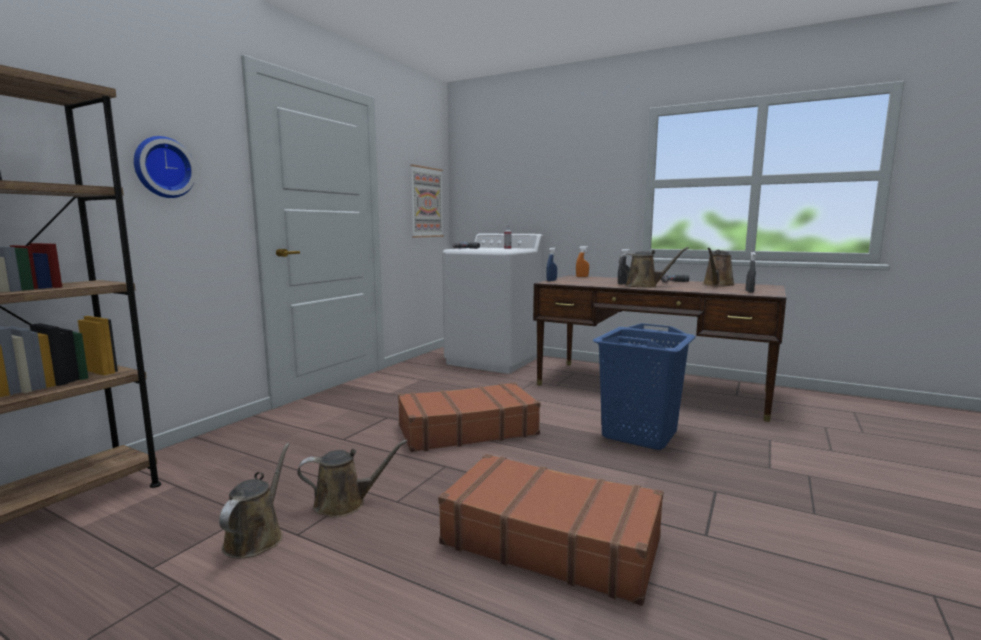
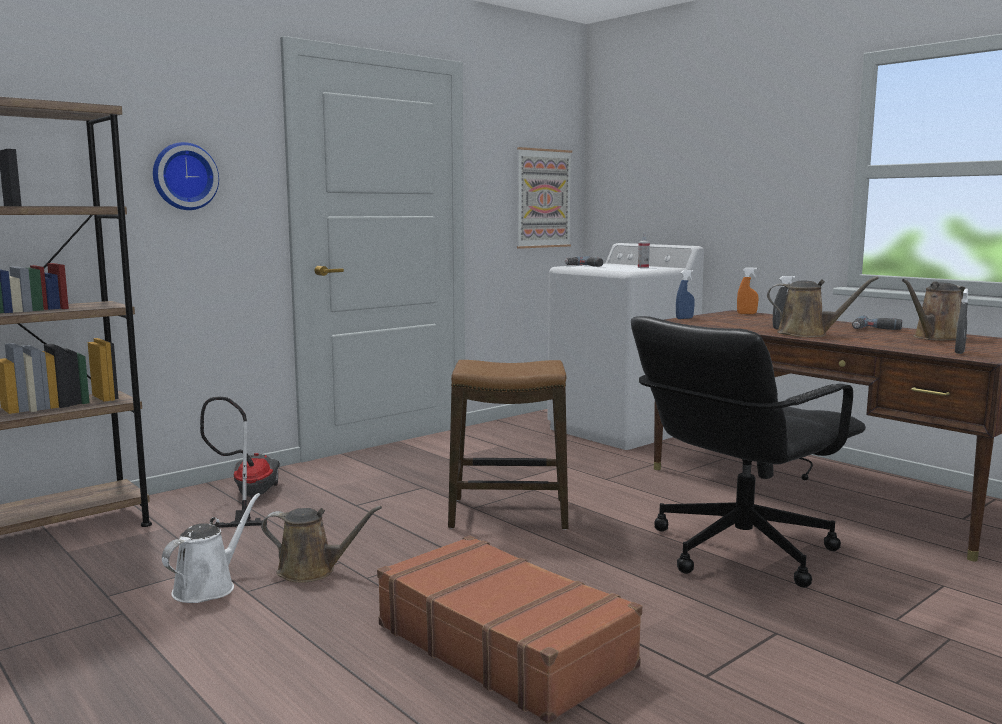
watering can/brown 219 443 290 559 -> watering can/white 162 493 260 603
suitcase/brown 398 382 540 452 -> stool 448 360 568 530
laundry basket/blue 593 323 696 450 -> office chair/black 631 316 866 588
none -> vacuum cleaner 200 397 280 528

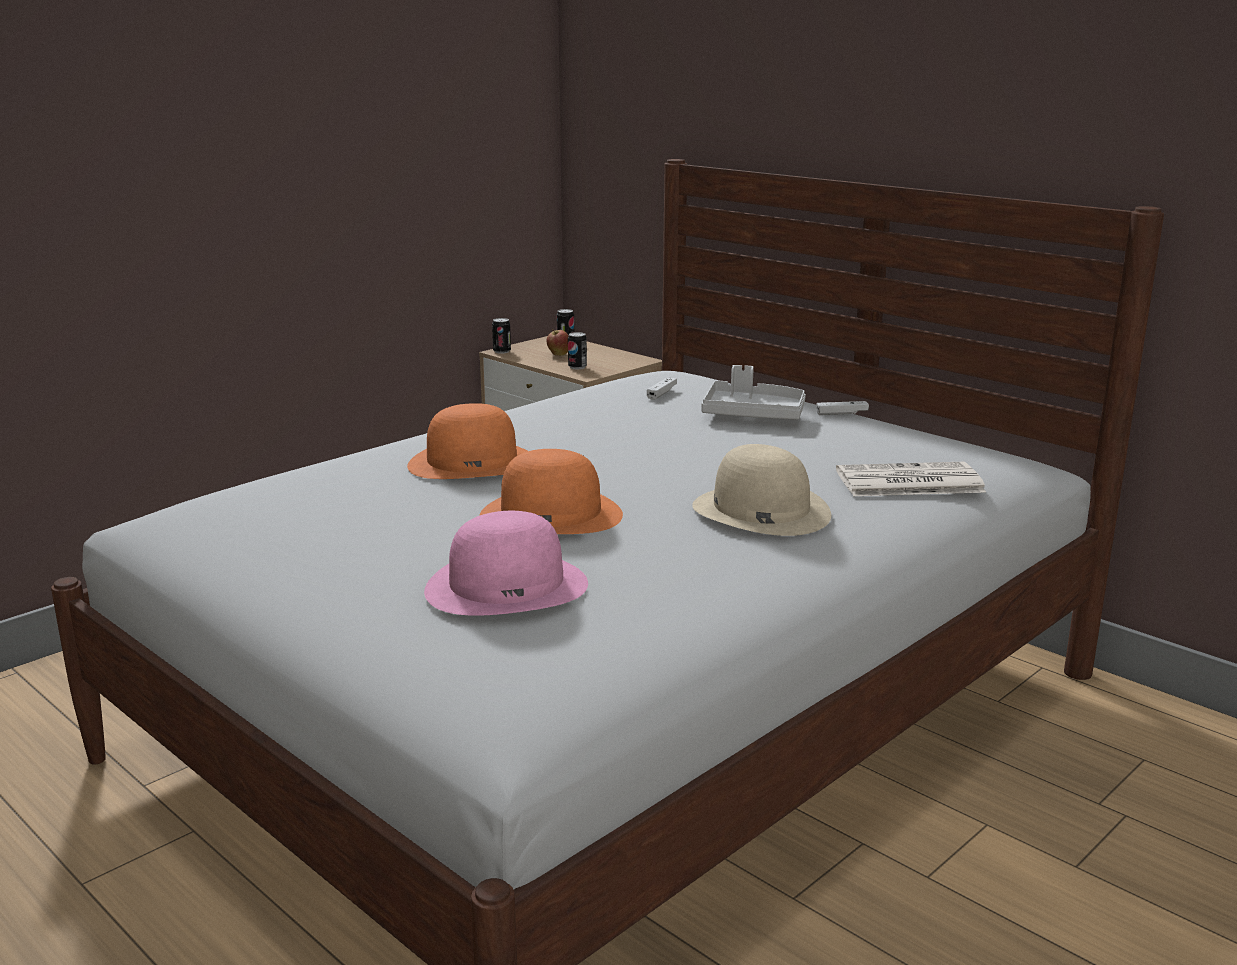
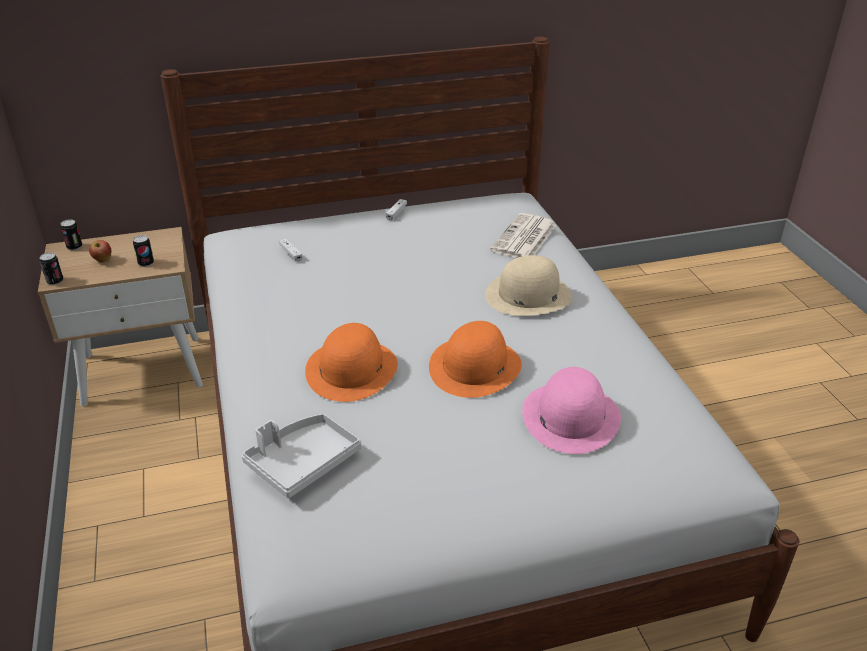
tray/grey 701 365 806 420 -> tray/grey 242 414 361 498, move

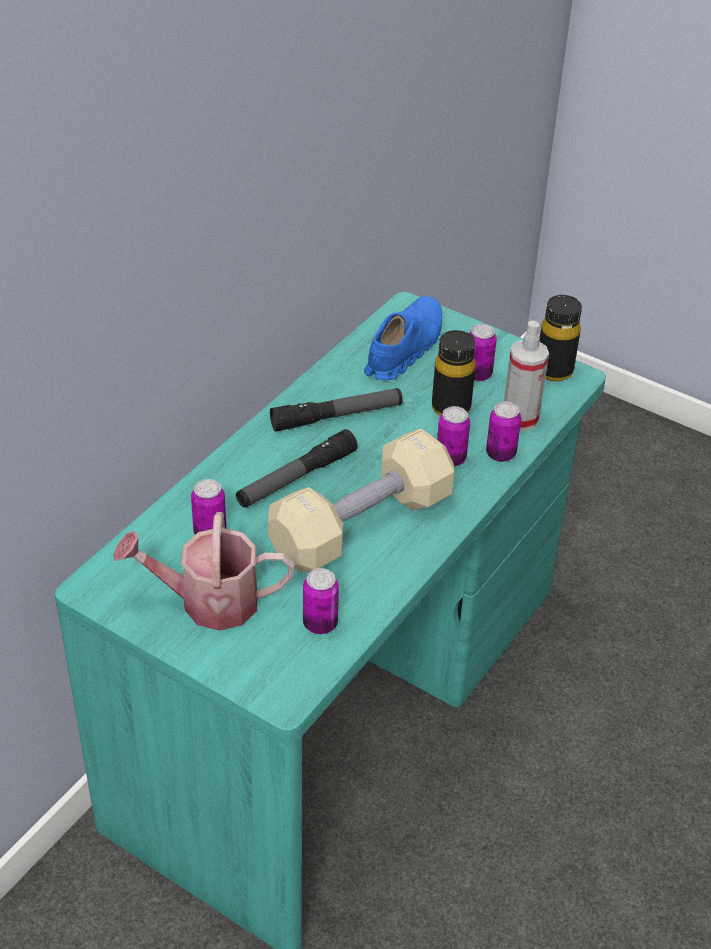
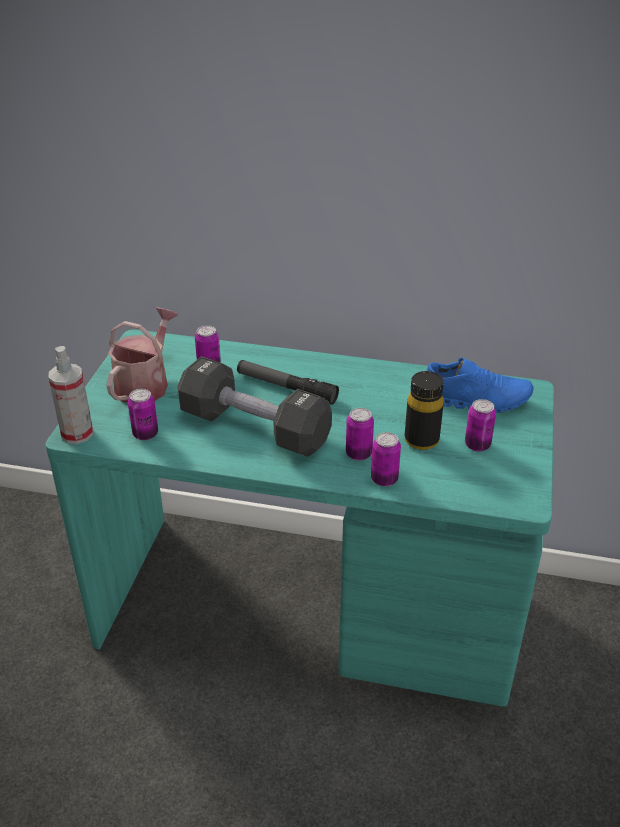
watering can 113 512 294 631 -> watering can 106 308 178 403, 45 degrees clockwise
dumbbell/beige 268 429 454 573 -> dumbbell/black 178 356 332 457
flashlight 270 388 403 432 -> none
spray bottle 504 320 549 431 -> spray bottle 48 346 93 444, move
bottle/black 539 295 582 382 -> none

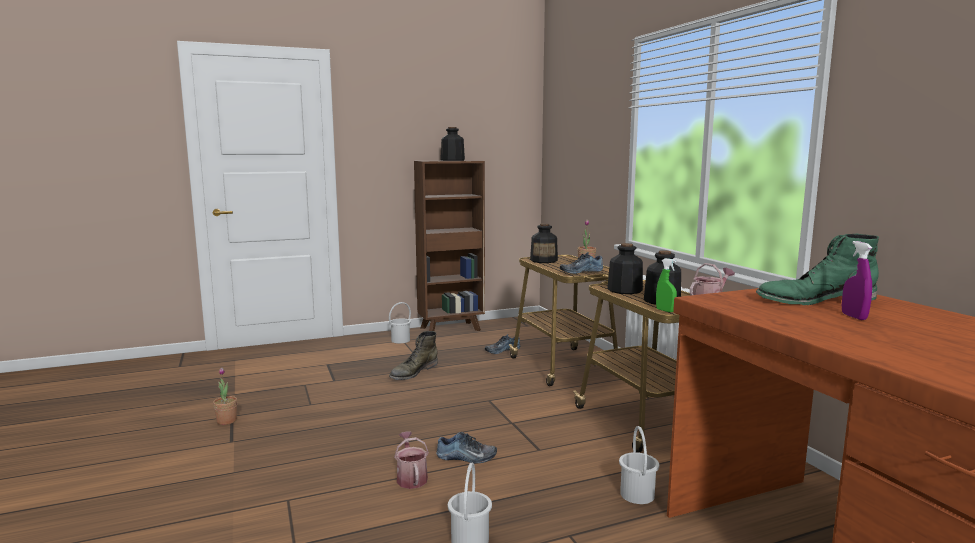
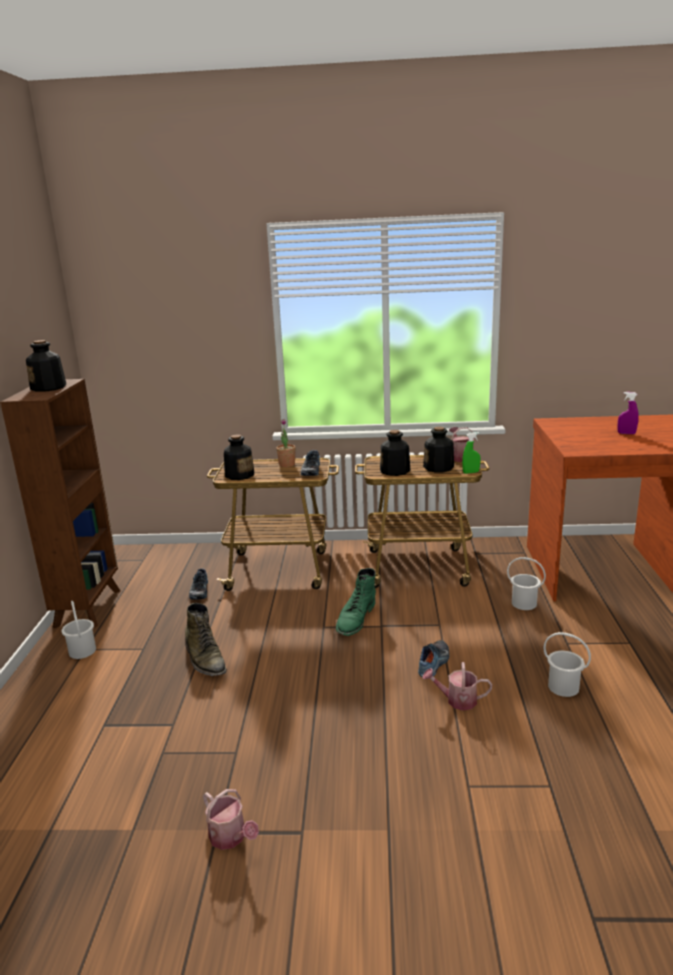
potted plant 213 368 237 425 -> watering can 203 789 259 850
boot/green 756 234 879 305 -> boot/green 336 568 376 636, move

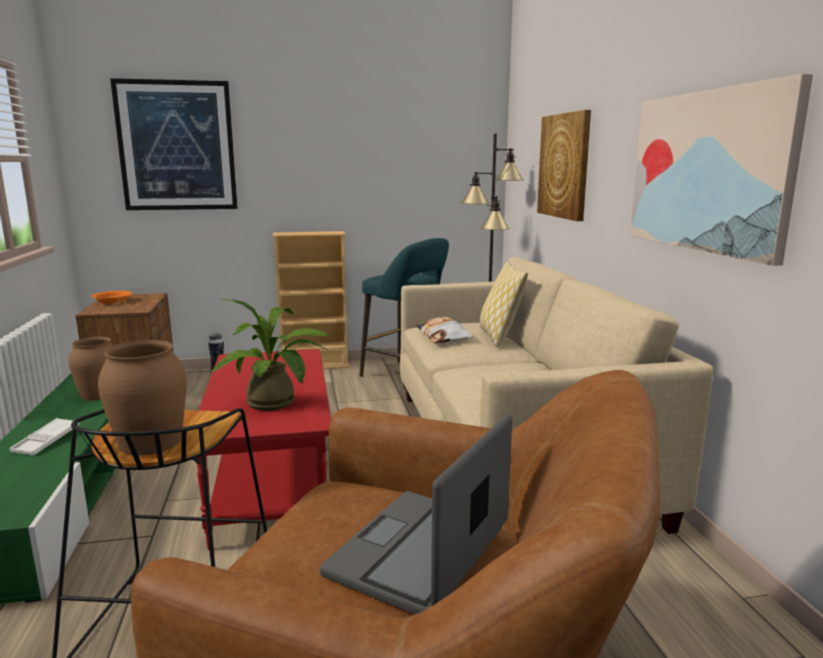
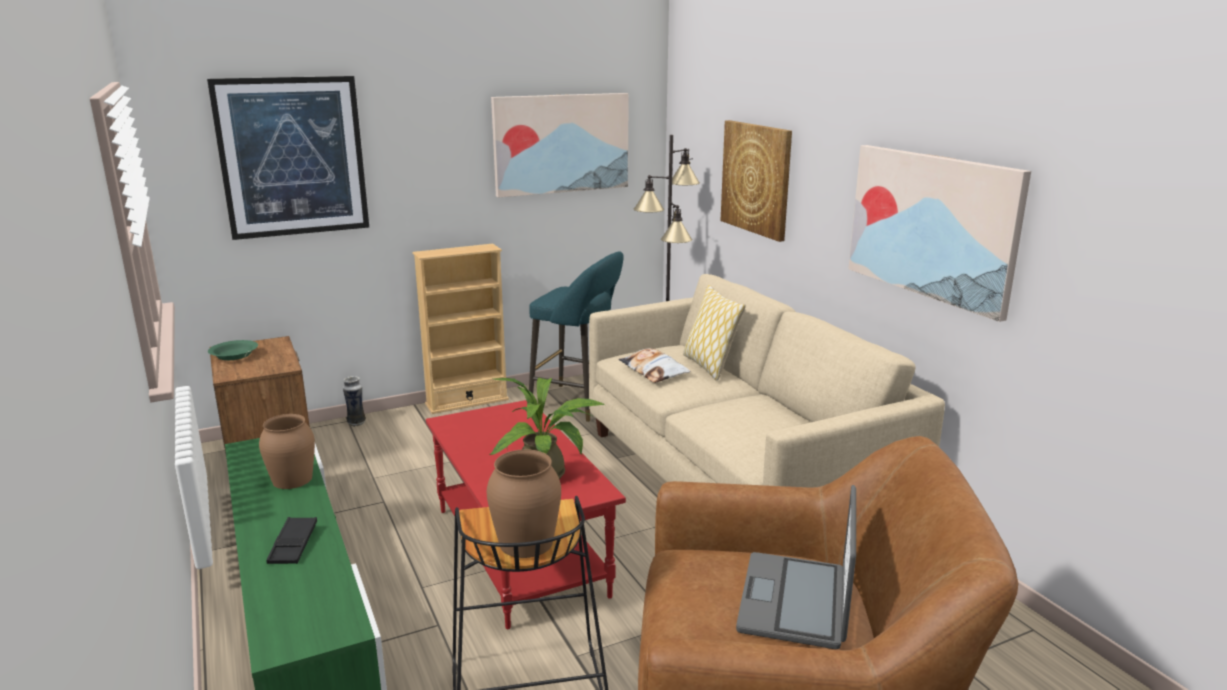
tray/white 10 418 80 456 -> tray/black 266 517 317 564
bowl/orange 91 291 132 303 -> bowl/green 208 340 258 360
none -> picture 491 93 629 198

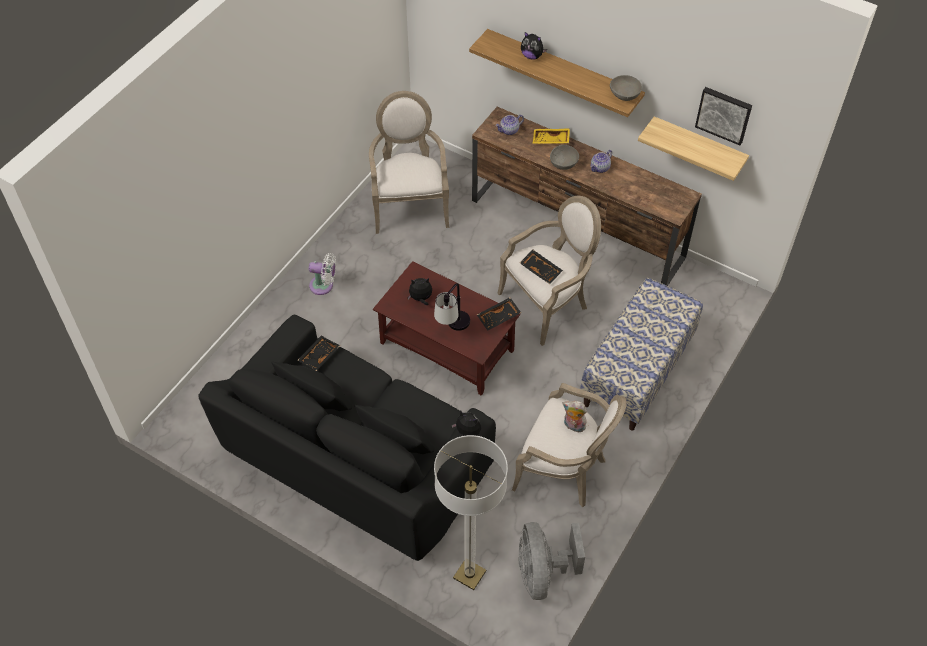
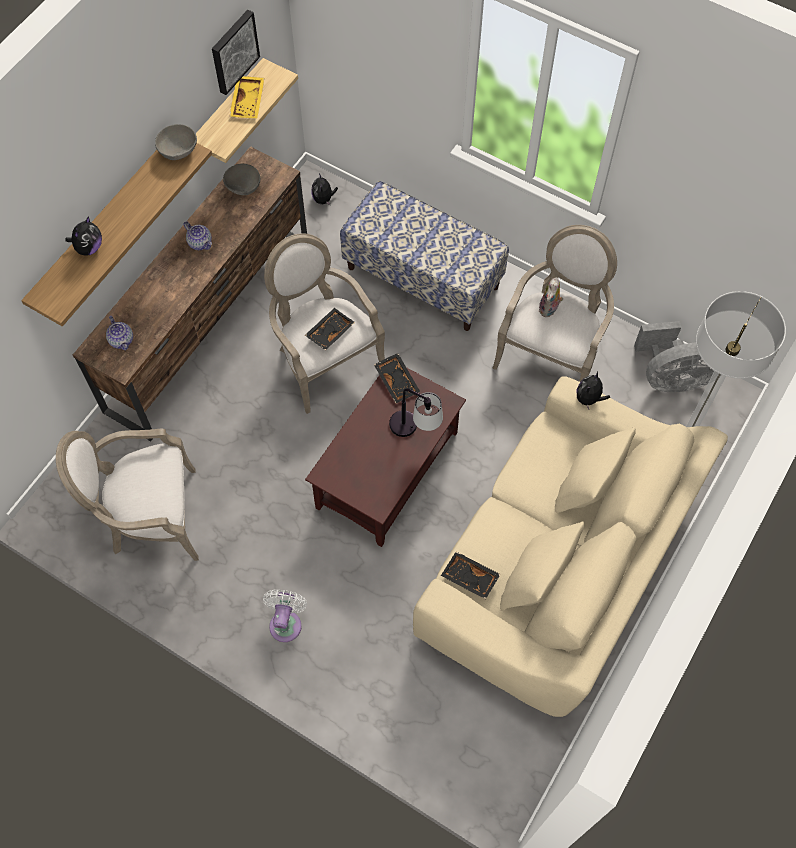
sofa/black 198 314 496 561 -> sofa/beige 413 376 728 717
plush toy 408 278 432 305 -> plush toy 311 173 338 205, move
tray/yellow 533 128 570 144 -> tray/yellow 230 76 264 118, move
bowl/grey 550 145 579 170 -> bowl/grey 223 164 260 195, move

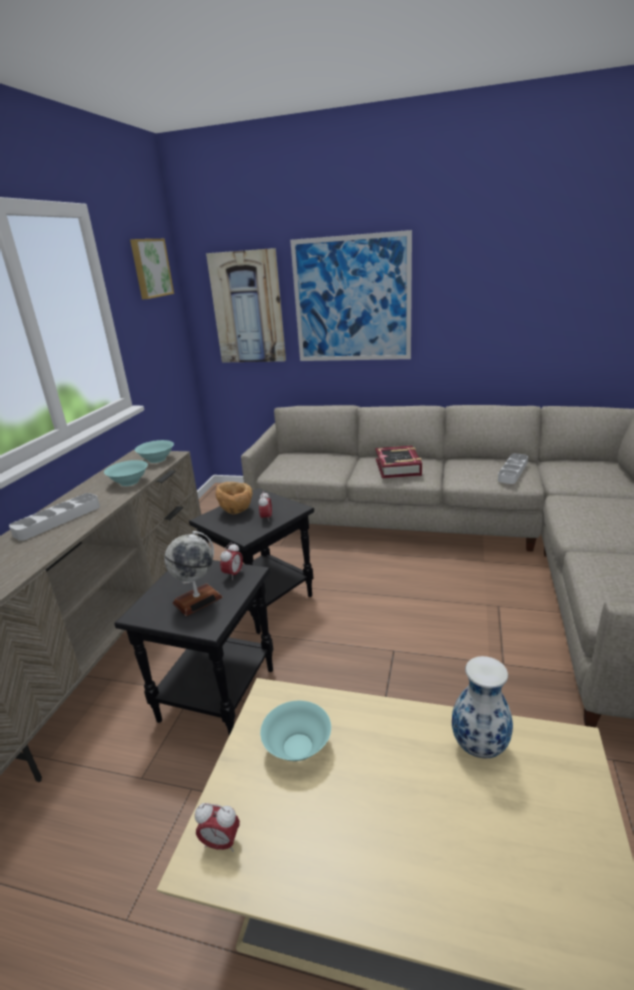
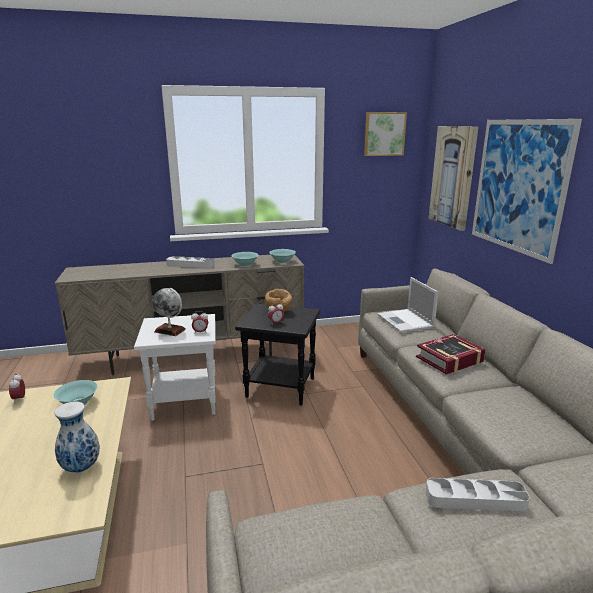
side table/black 114 560 273 735 -> side table/white 134 314 216 421
tray/grey 498 453 528 484 -> tray/grey 425 478 530 511, move
none -> laptop 377 277 439 333

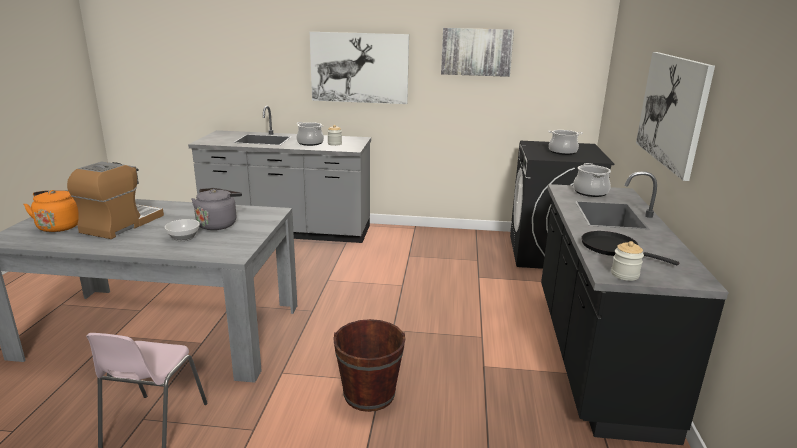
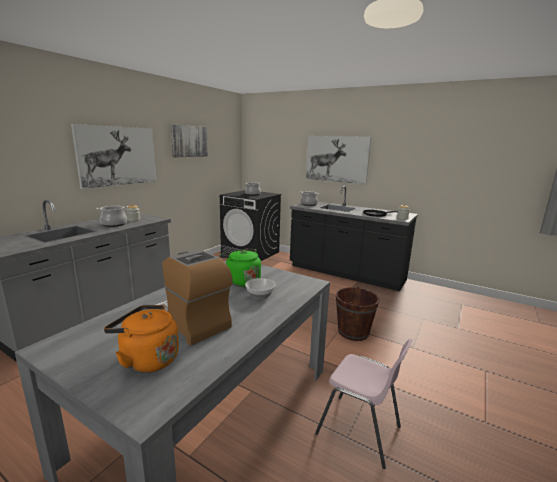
kettle/grey 192 188 242 230 -> kettle/green 220 249 261 287

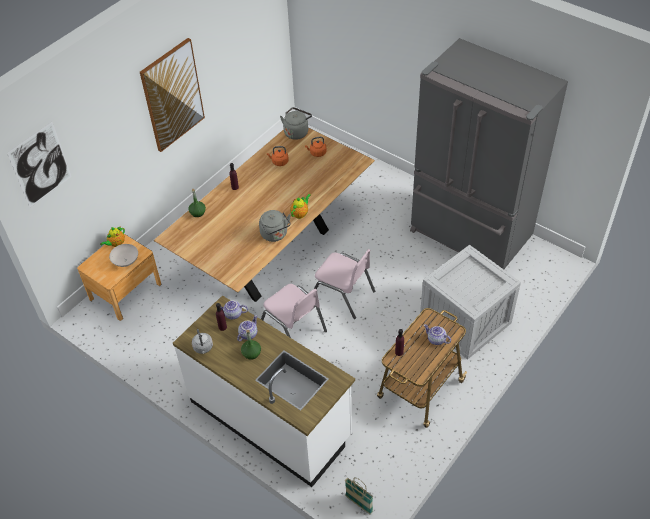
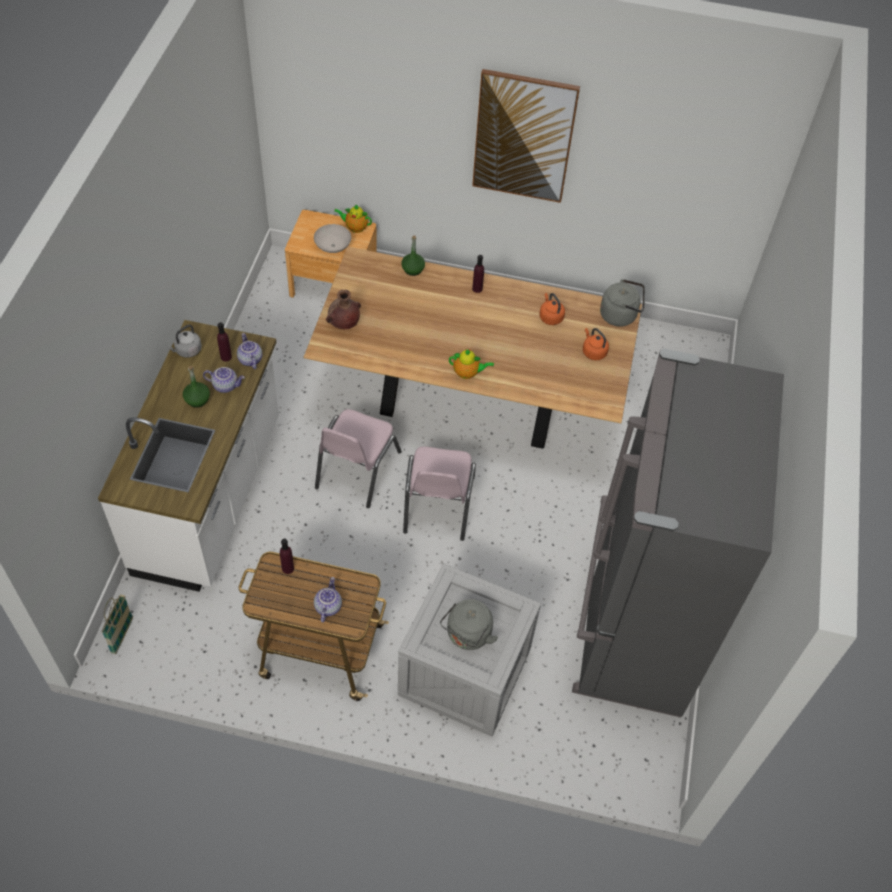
picture 7 122 72 207 -> none
kettle/grey 259 210 291 242 -> kettle/grey 440 599 498 650, move
none -> vase/brown 326 290 361 329

